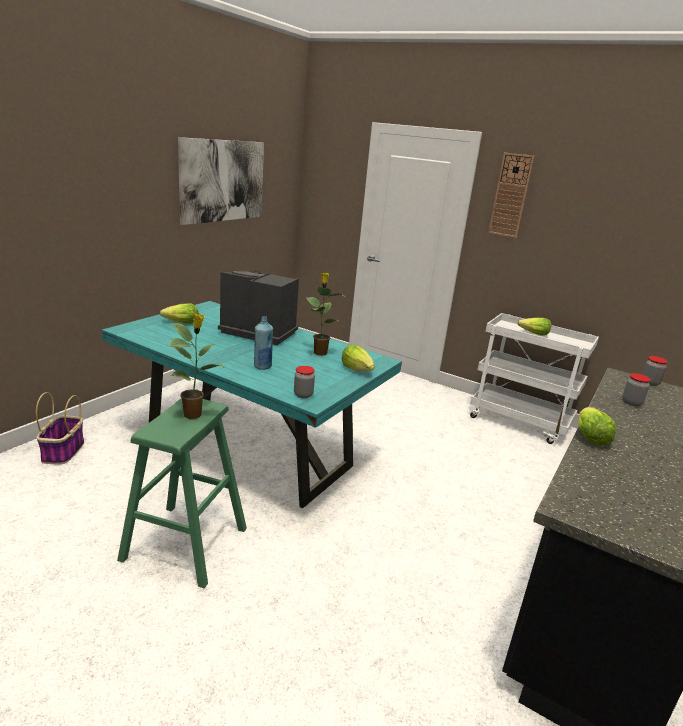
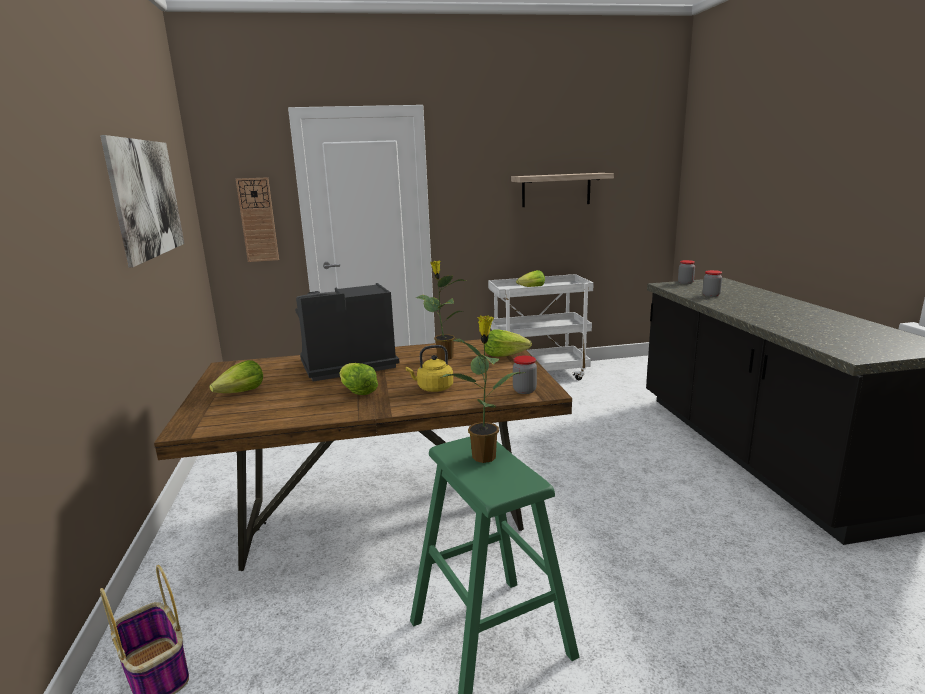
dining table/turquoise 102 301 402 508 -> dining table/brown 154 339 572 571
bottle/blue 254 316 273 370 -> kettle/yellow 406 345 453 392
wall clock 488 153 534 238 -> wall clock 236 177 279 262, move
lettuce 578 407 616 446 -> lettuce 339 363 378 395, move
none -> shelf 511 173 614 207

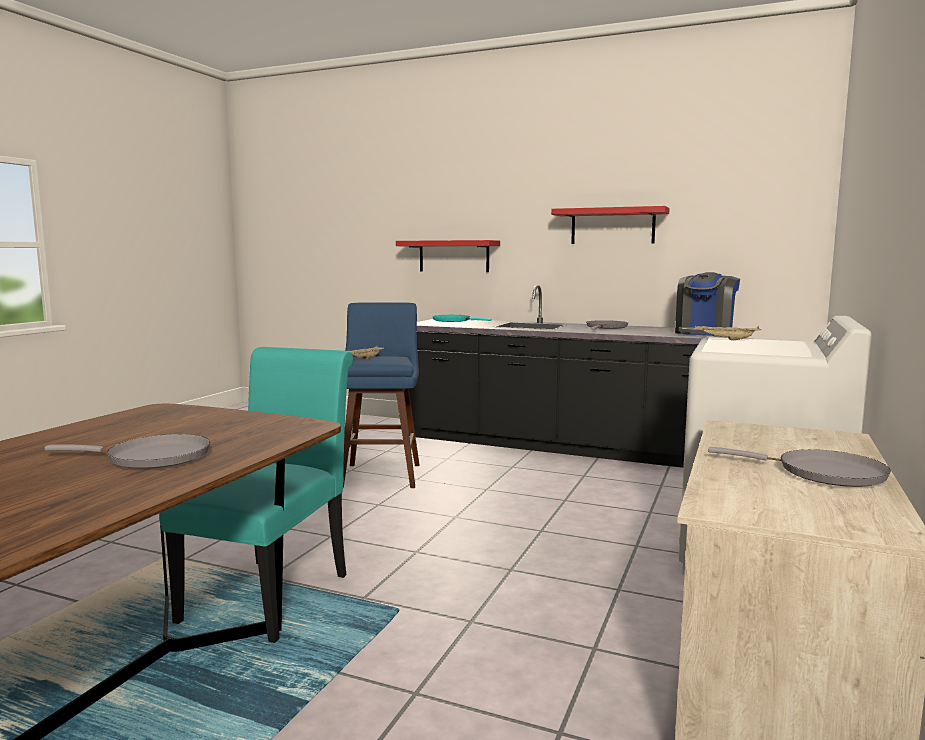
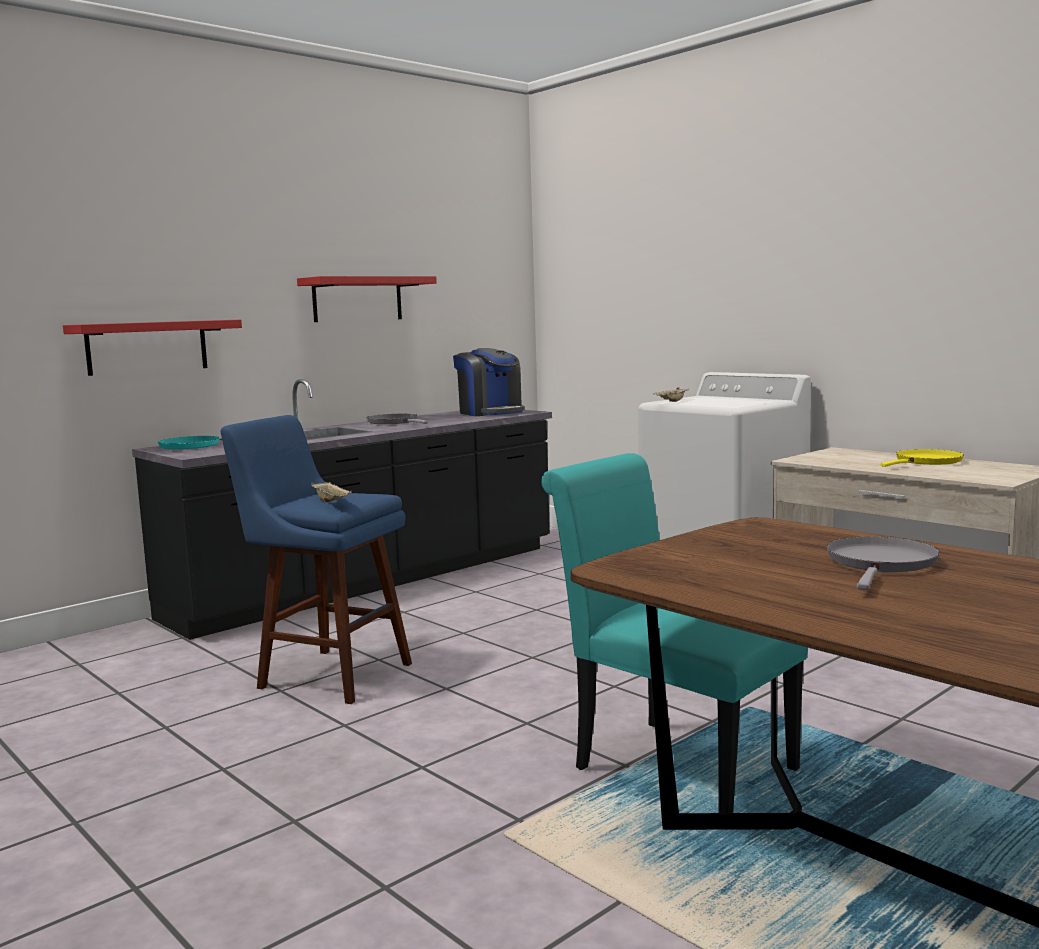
frying pan/grey 708 447 891 487 -> frying pan/yellow 881 449 964 467

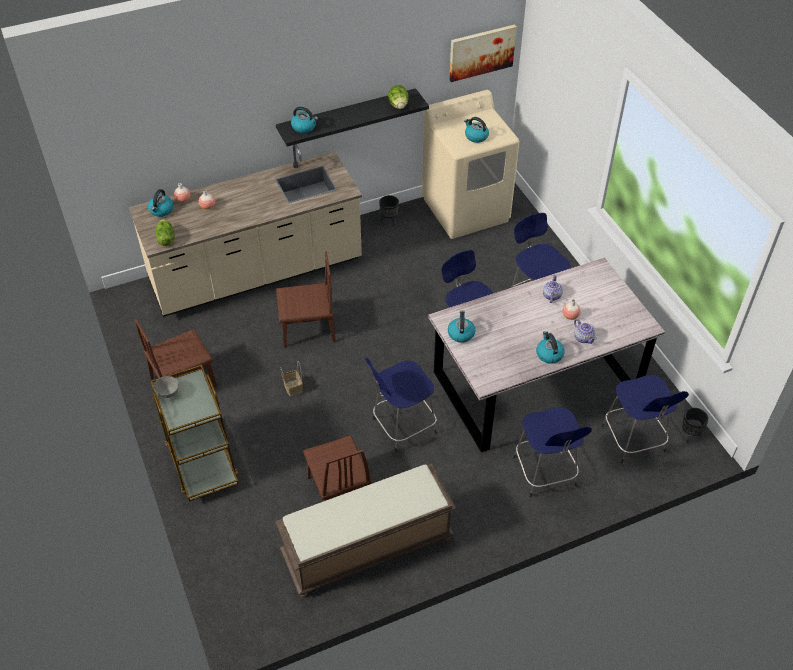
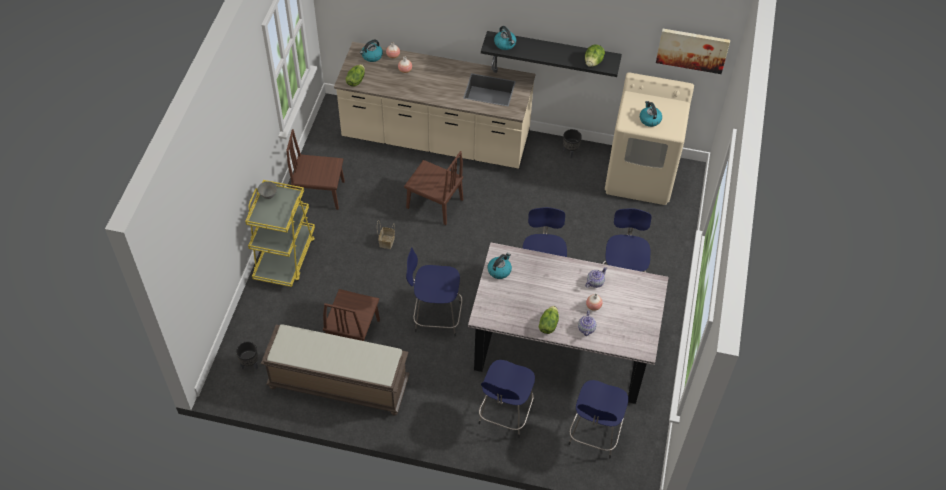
cart/brown 151 365 239 502 -> cart/yellow 245 180 315 287
kettle 536 331 565 364 -> lettuce 539 306 559 334
planter/black 681 408 709 444 -> planter/black 236 342 258 369, move

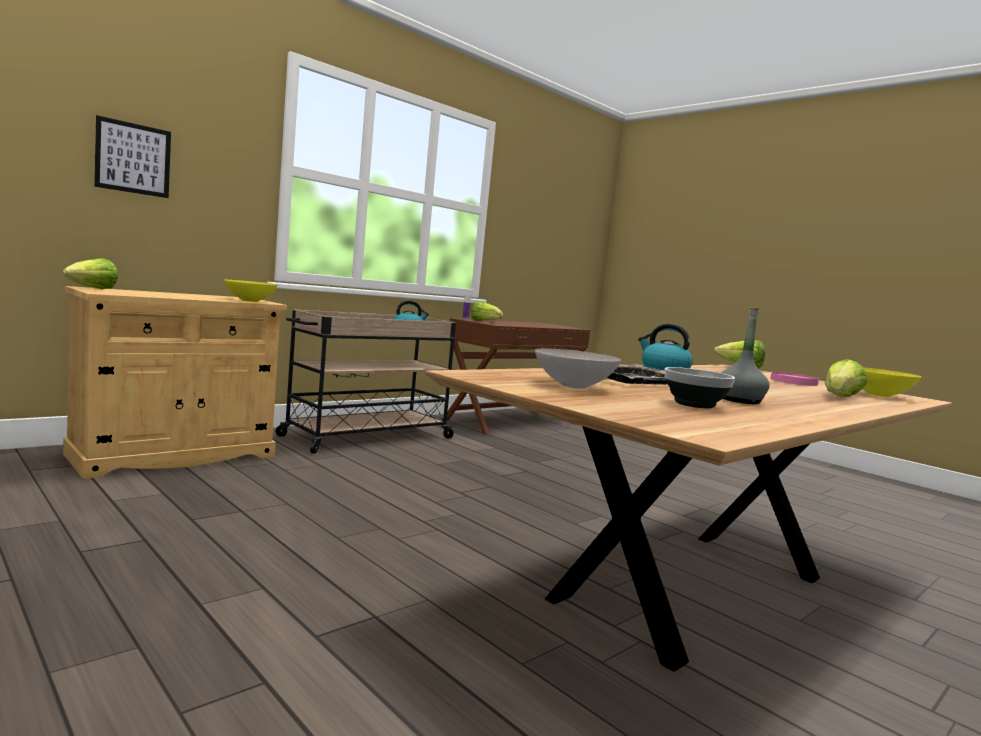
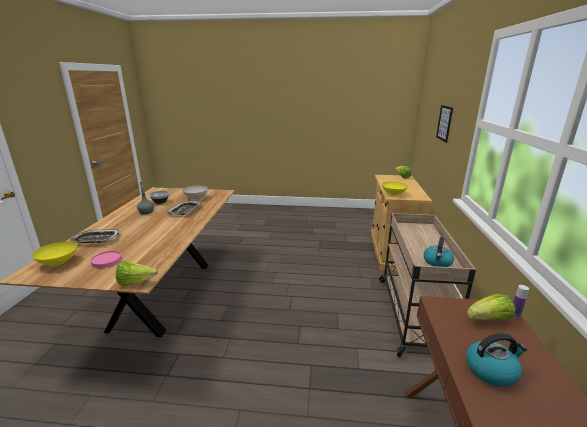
kettle 638 324 693 371 -> kettle 466 333 527 387, move
lettuce 825 359 867 397 -> tray 69 229 119 243

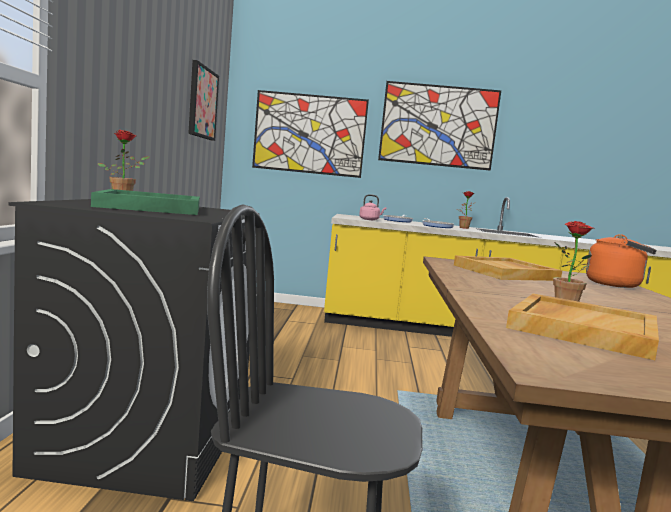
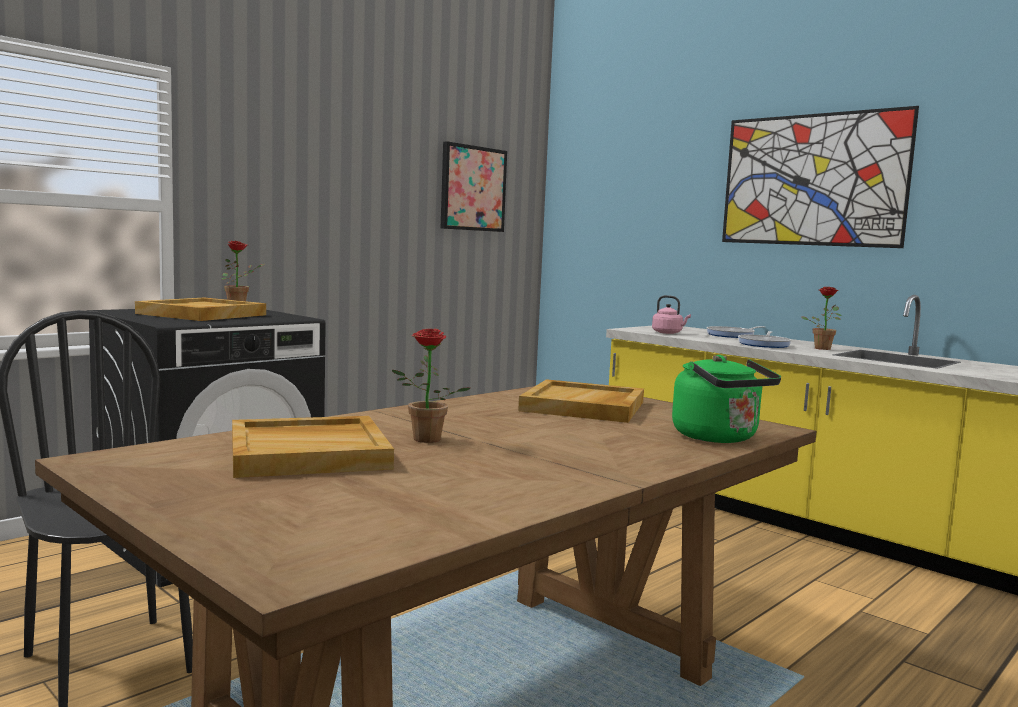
tray/green 91 189 200 215 -> tray/beige 135 298 266 321
picture 252 90 369 178 -> none
kettle/orange 586 234 657 288 -> kettle/green 672 355 781 443

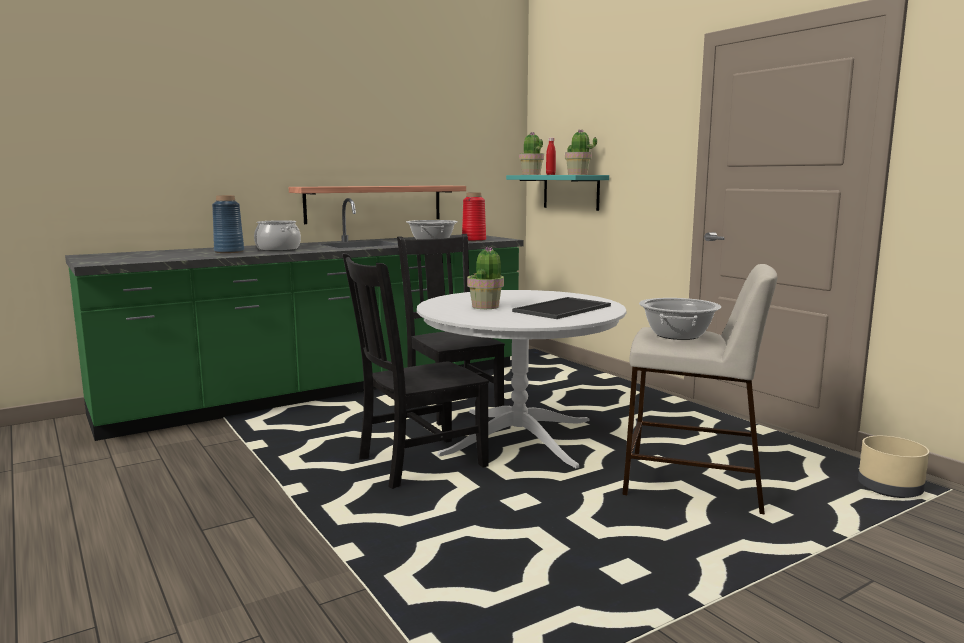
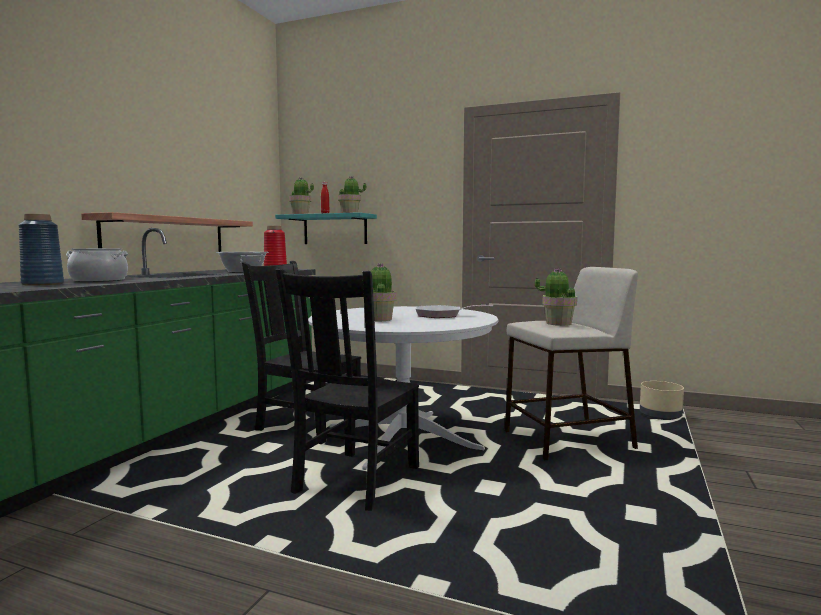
tray 512 297 611 319 -> frying pan 415 305 493 318
cooking pot 639 298 721 340 -> potted plant 535 268 577 326

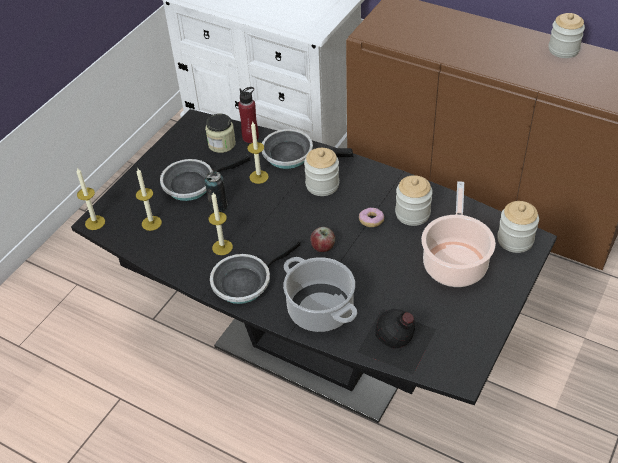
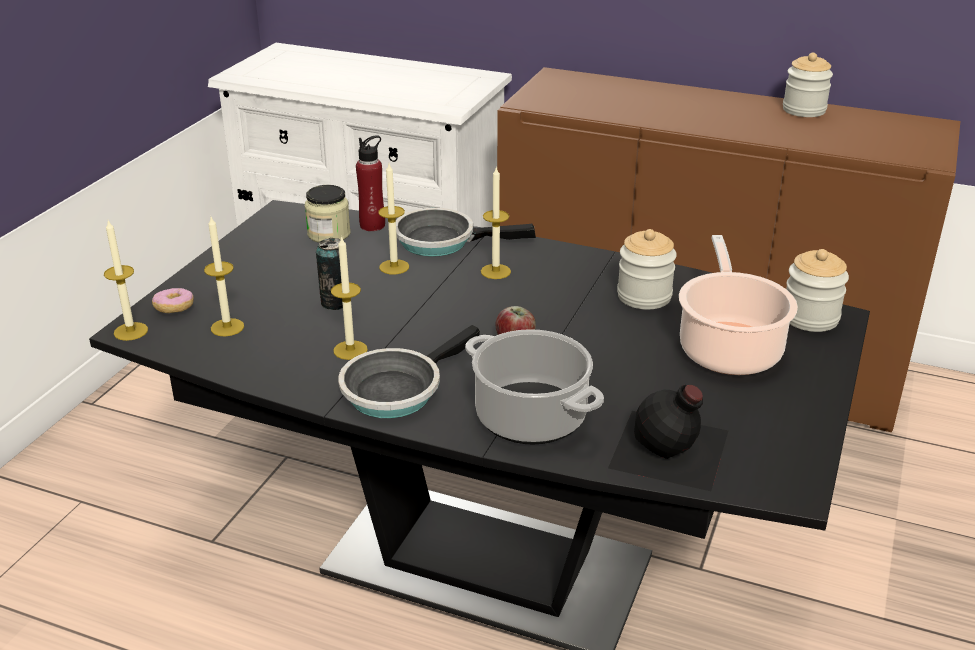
frying pan 160 153 250 201 -> none
jar 304 148 339 196 -> candle 481 167 511 279
donut 359 208 384 227 -> donut 152 288 194 313, move

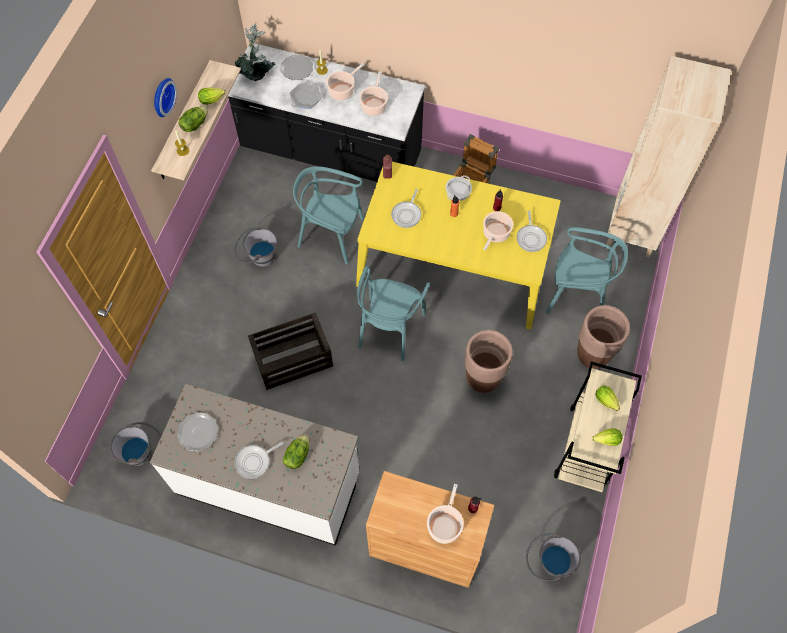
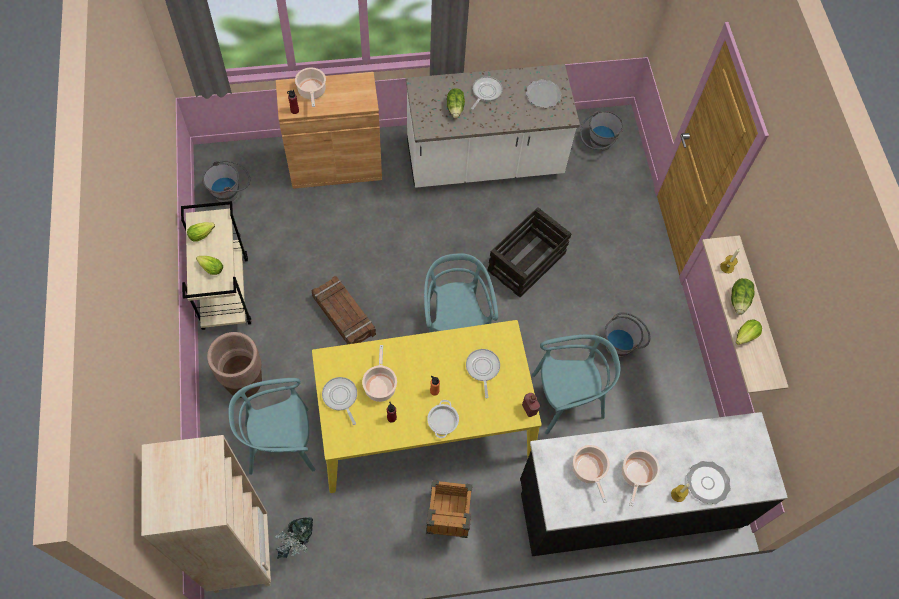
wall clock 154 78 177 117 -> none
potted plant 235 23 276 81 -> potted plant 275 517 313 559, move
frying pan 289 83 322 109 -> none
planter/brown 464 330 513 393 -> crate 311 276 376 344

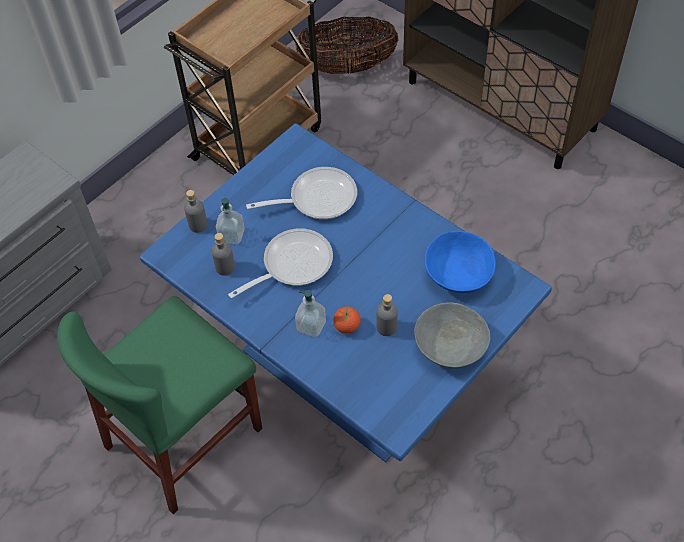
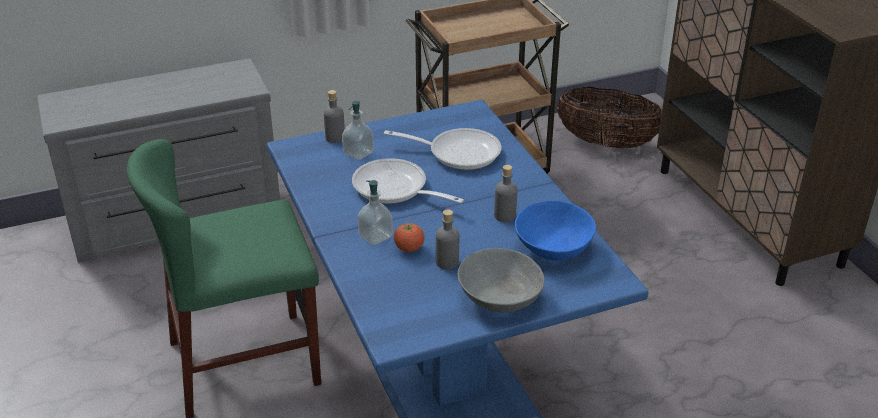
bottle/grey 212 233 235 276 -> bottle/grey 494 165 518 222, move
frying pan 228 228 333 298 -> frying pan 352 158 464 204, 135 degrees counterclockwise

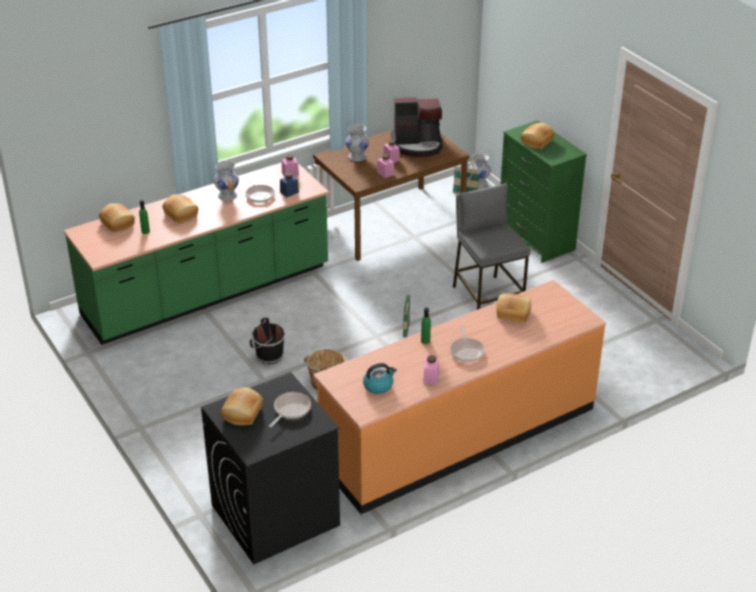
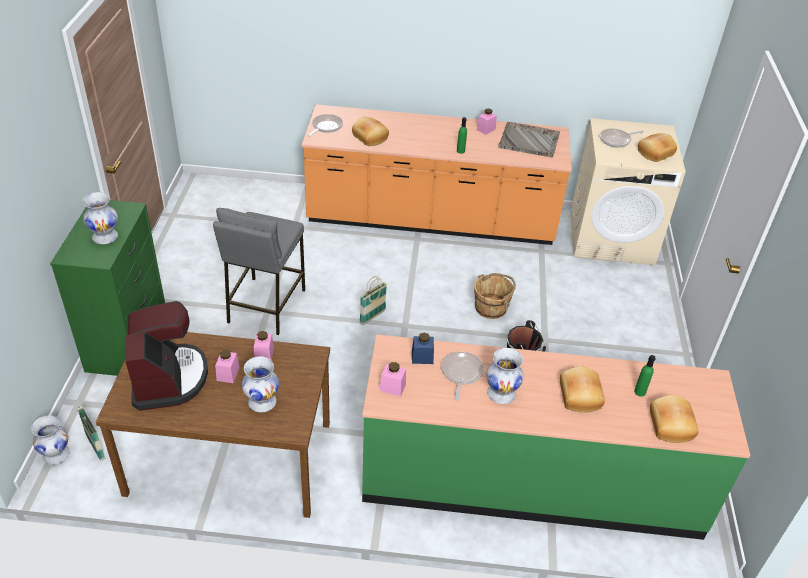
washing machine/black 201 372 340 564 -> washing machine/beige 570 118 686 265
kettle 363 363 397 394 -> tray/grey 498 122 560 157
coffee machine 391 97 442 157 -> coffee machine 125 301 208 411, 45 degrees clockwise
frying pan 450 326 485 362 -> frying pan 308 114 343 136, move
bread 521 123 554 149 -> vase/white 82 192 118 244

